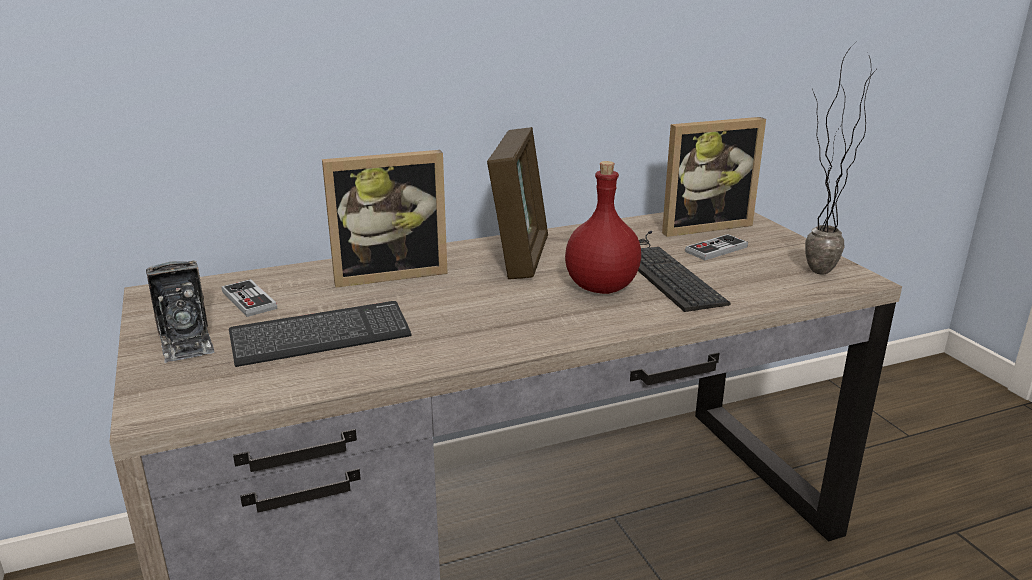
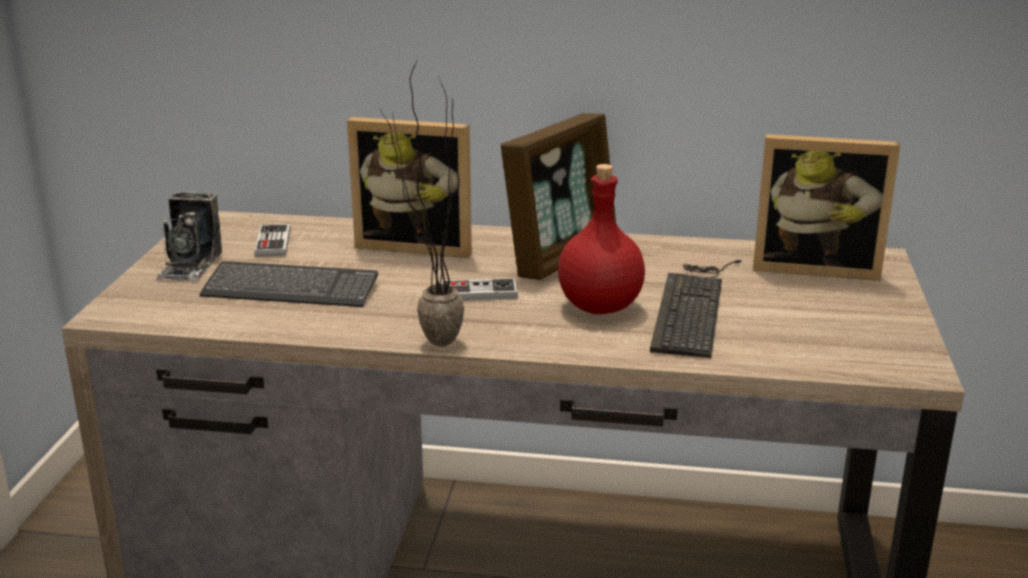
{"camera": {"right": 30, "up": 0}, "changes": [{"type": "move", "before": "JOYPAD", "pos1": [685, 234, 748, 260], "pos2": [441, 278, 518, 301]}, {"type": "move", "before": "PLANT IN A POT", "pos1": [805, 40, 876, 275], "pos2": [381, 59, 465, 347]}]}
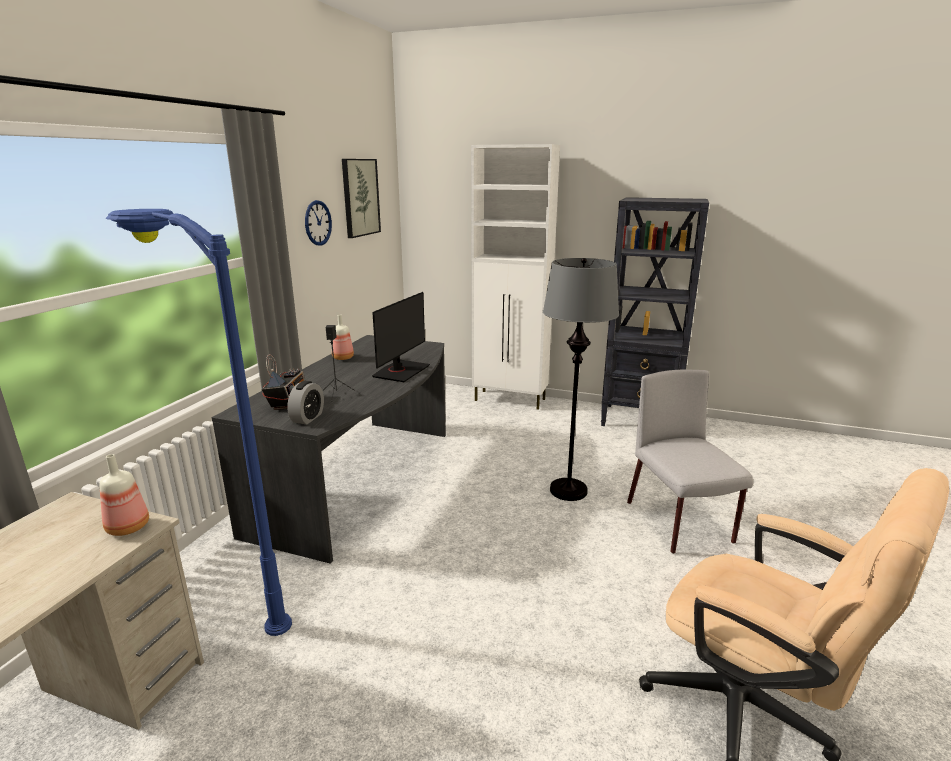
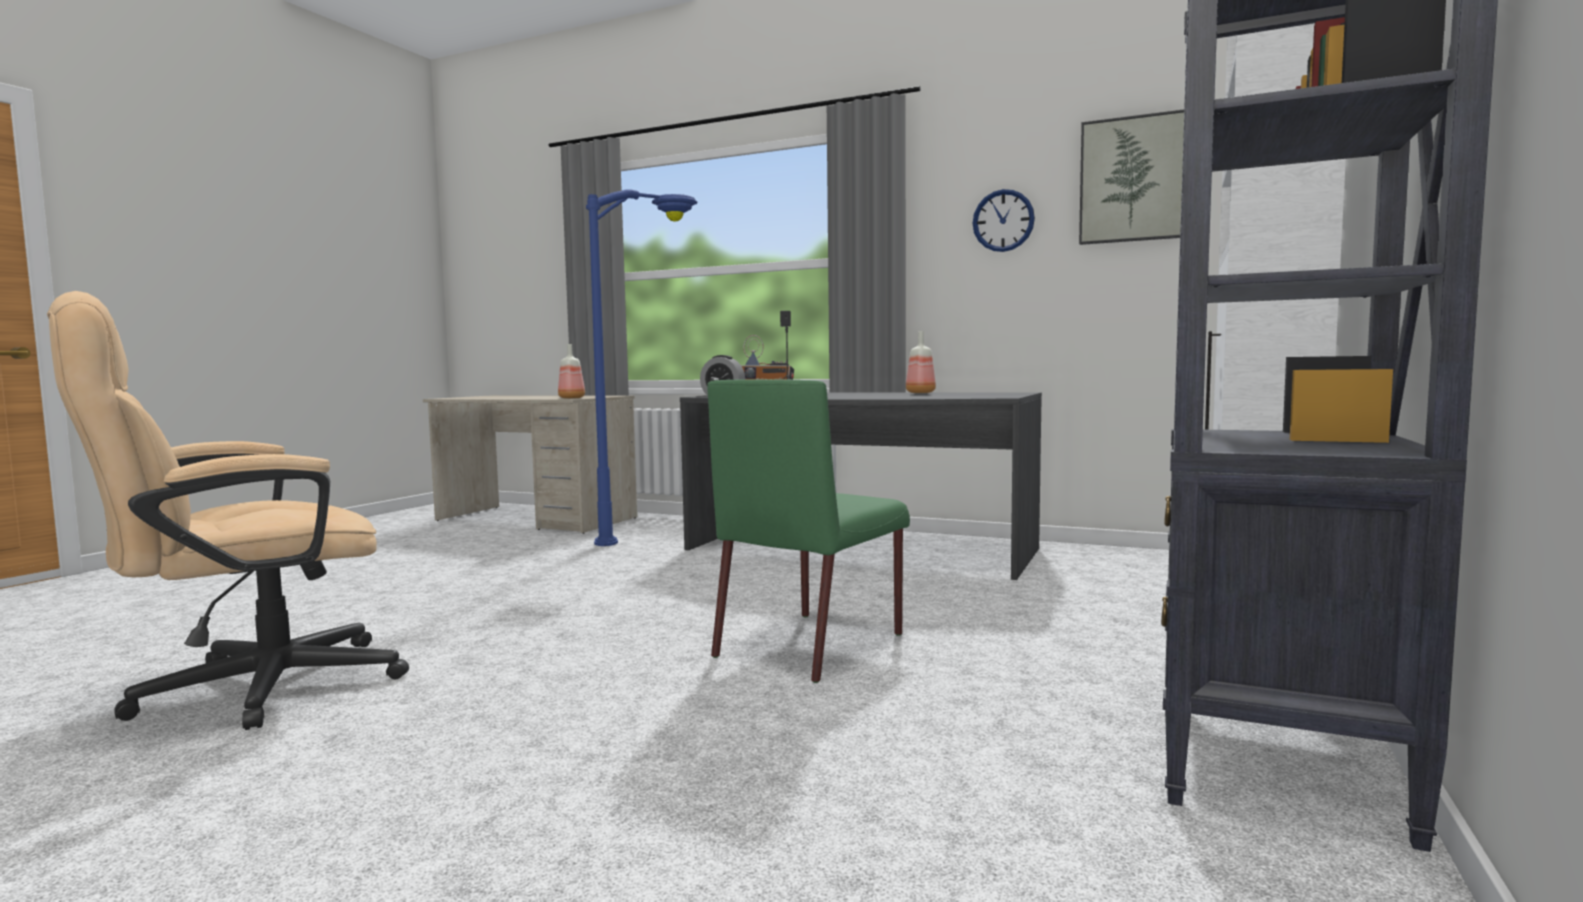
{"camera": {"right": 95, "up": -15}, "changes": [{"type": "delete", "before": "MONITOR", "pos1": [372, 292, 430, 382]}, {"type": "replace", "before": "GRAY STANDARD LAMP", "after": "GREEN UPRIGHT CHAIR", "pos1": [543, 258, 619, 501], "pos2": [707, 379, 910, 683]}, {"type": "delete", "before": "GRAY UPRIGHT CHAIR", "pos1": [627, 370, 753, 554]}]}
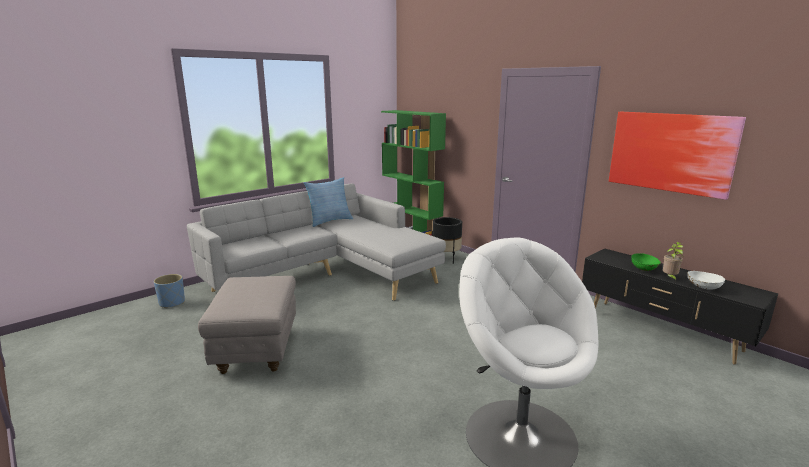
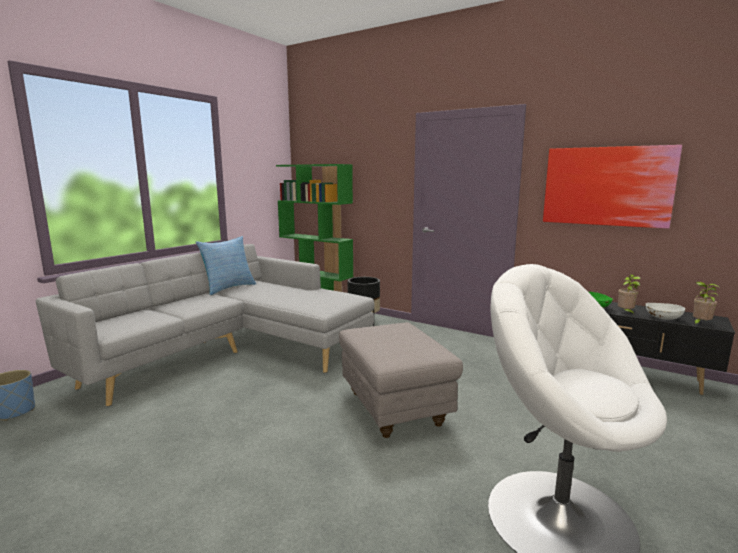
{"camera": {"right": -15, "up": -5}, "changes": [{"type": "move", "before": "GRAY POUFFE", "pos1": [198, 276, 296, 374], "pos2": [339, 322, 463, 438]}, {"type": "insert", "after": "PLANT IN A POT", "pos2": [693, 282, 719, 325]}]}
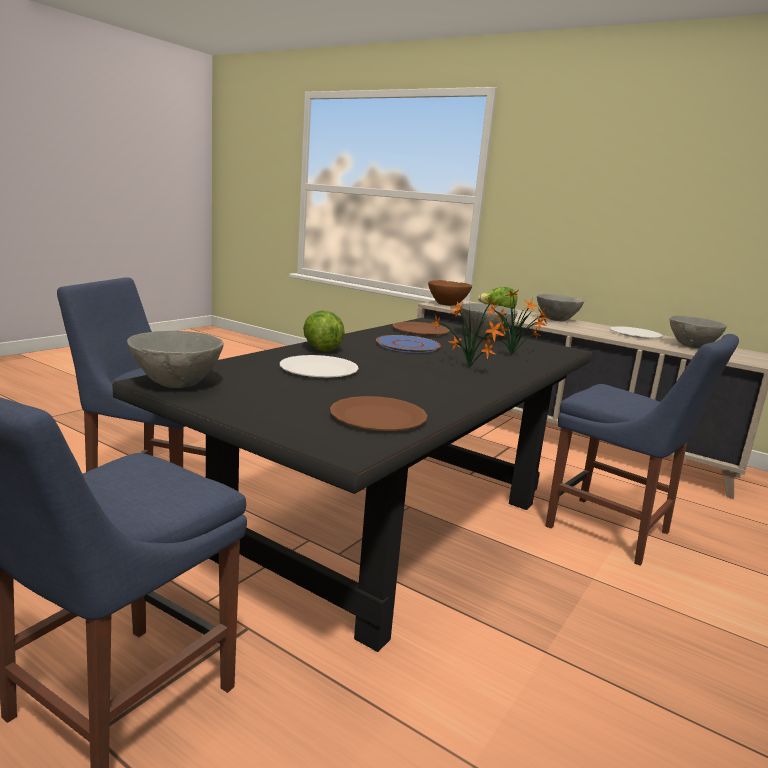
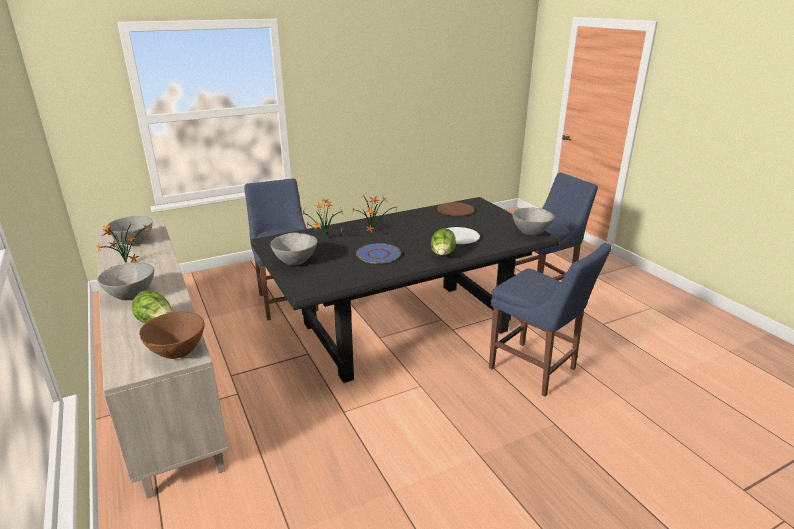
{"camera": {"right": -150, "up": 10}, "changes": [{"type": "delete", "before": "BROWN-COLOURED PLATE", "pos1": [393, 322, 450, 335]}, {"type": "replace", "before": "WHITE PLATE", "after": "PLANT IN A POT", "pos1": [610, 326, 663, 339], "pos2": [96, 222, 148, 263]}]}
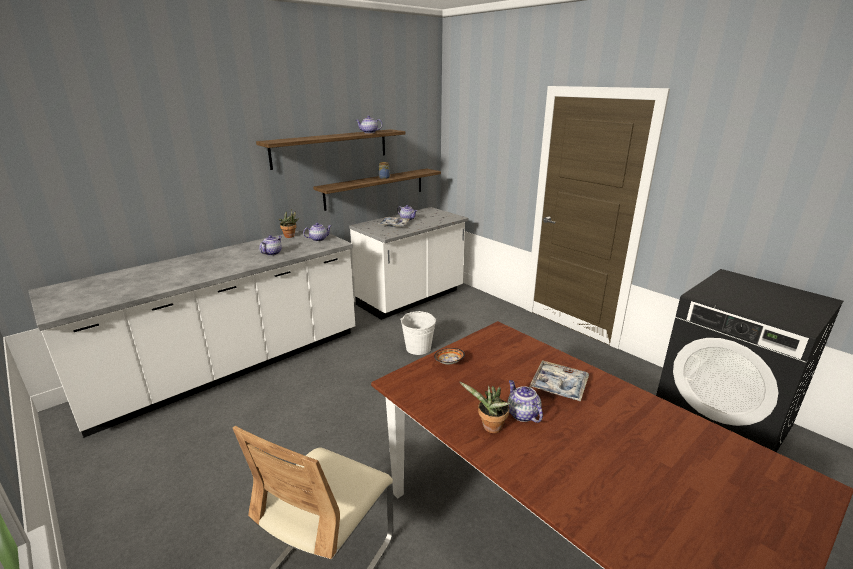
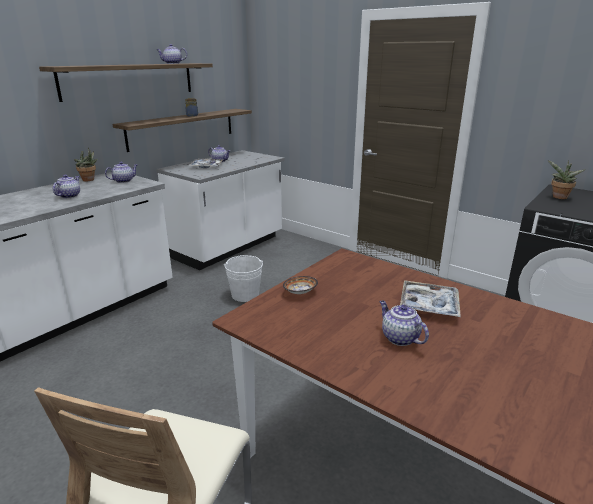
{"camera": {"right": -10, "up": 0}, "changes": [{"type": "move", "before": "PLANT IN A POT", "pos1": [459, 381, 510, 433], "pos2": [548, 160, 586, 199]}]}
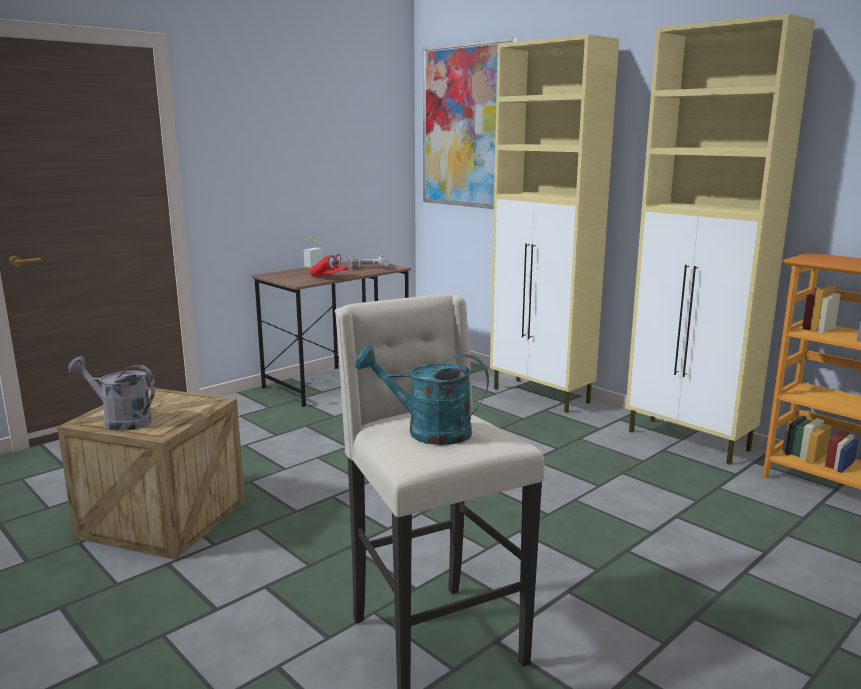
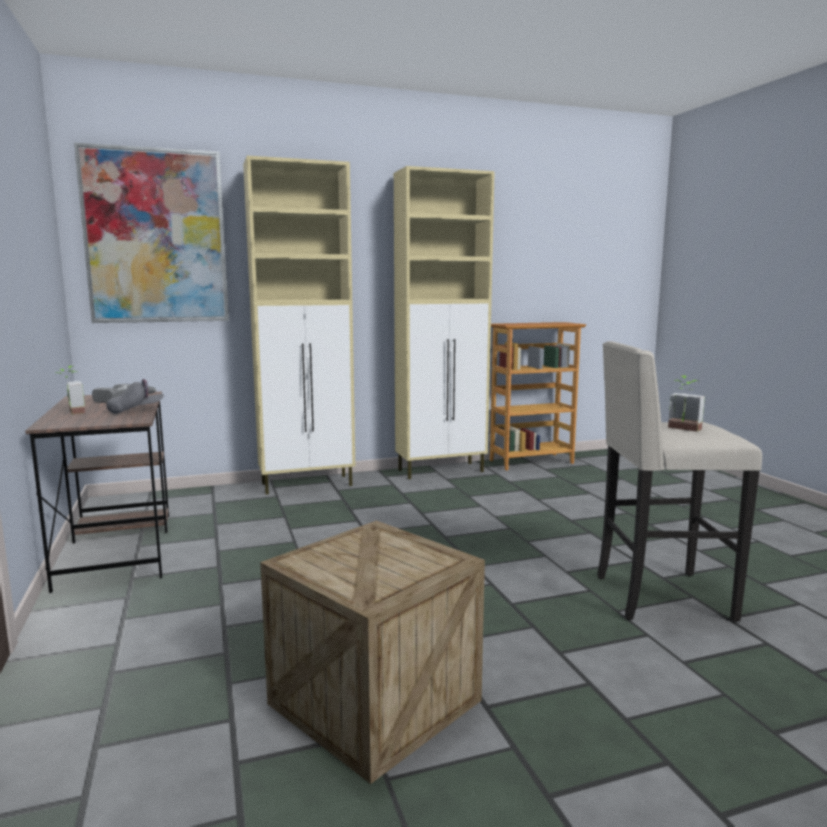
{"camera": {"right": -65, "up": -5}, "changes": [{"type": "delete", "before": "GRAY WATERING POT", "pos1": [68, 356, 156, 431]}, {"type": "recolor", "before": "RED-COLOURED PEAKED CAP", "after": "GRAY PEAKED CAP", "pos1": [310, 254, 348, 277], "pos2": [106, 379, 164, 414]}, {"type": "replace", "before": "BLUE-GREEN WATERING POT", "after": "PLANT IN A POT", "pos1": [355, 346, 489, 445], "pos2": [668, 375, 705, 432]}]}
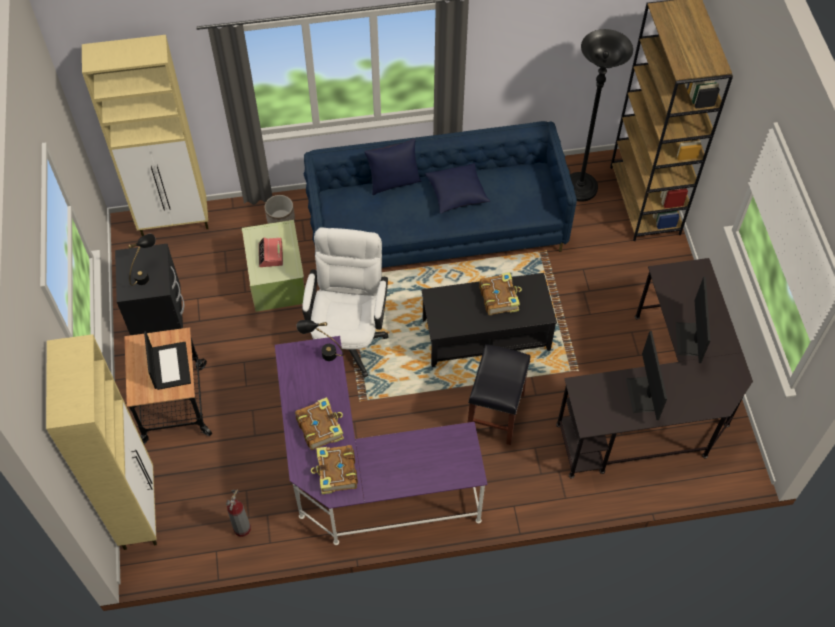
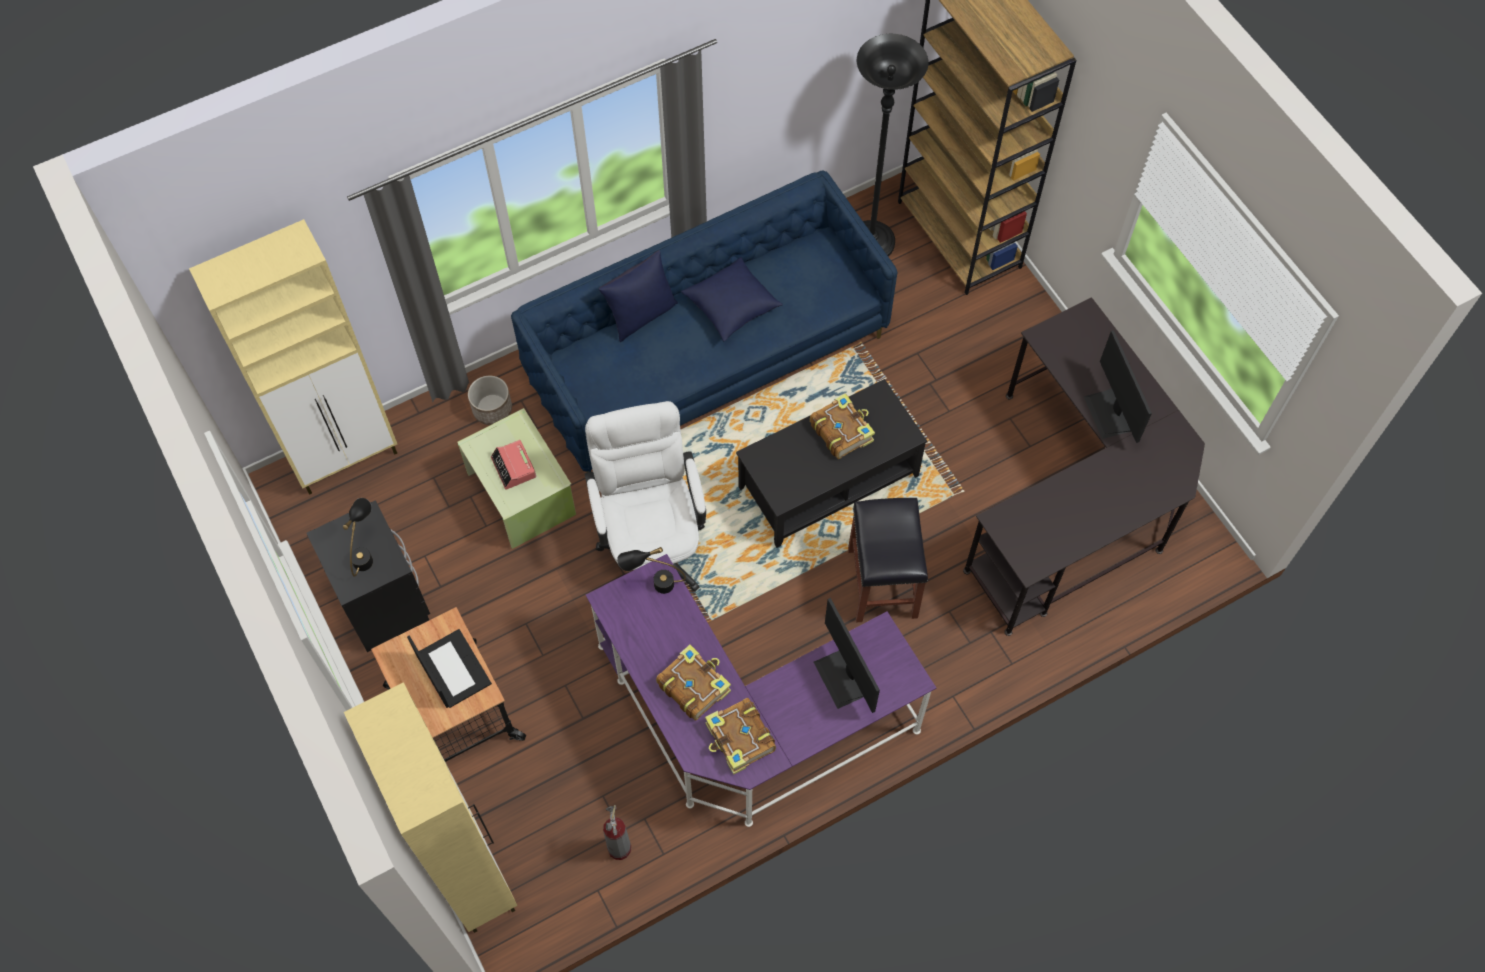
{"camera": {"right": -20, "up": 5}, "changes": [{"type": "move", "before": "MONITOR", "pos1": [626, 331, 667, 420], "pos2": [814, 598, 880, 713]}]}
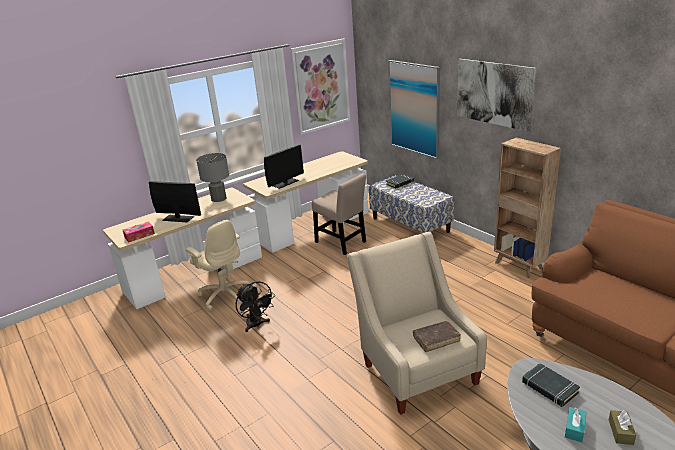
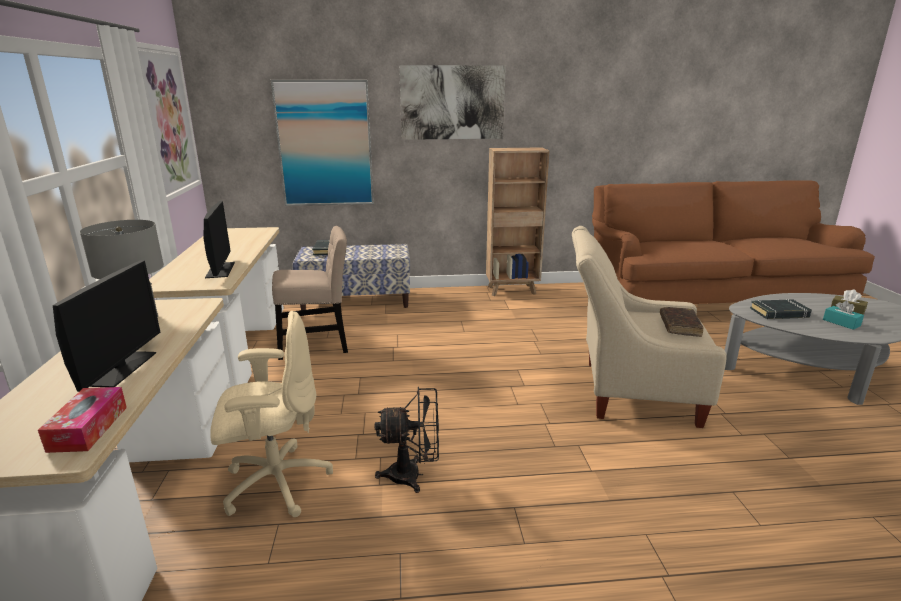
{"camera": {"right": -60, "up": -5}, "changes": [{"type": "rotate", "before": "MONITOR", "pos1": [149, 181, 201, 223], "pos2": [53, 260, 160, 392], "turn": 135}]}
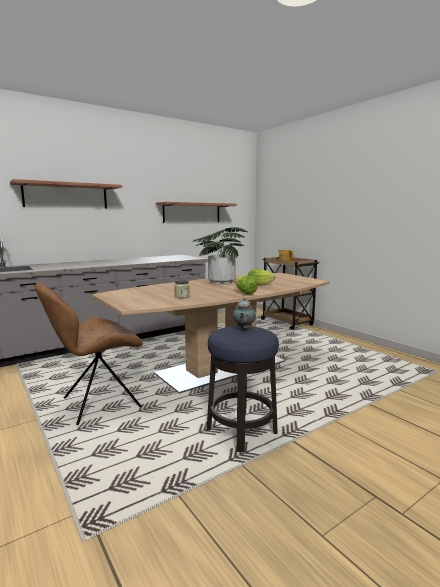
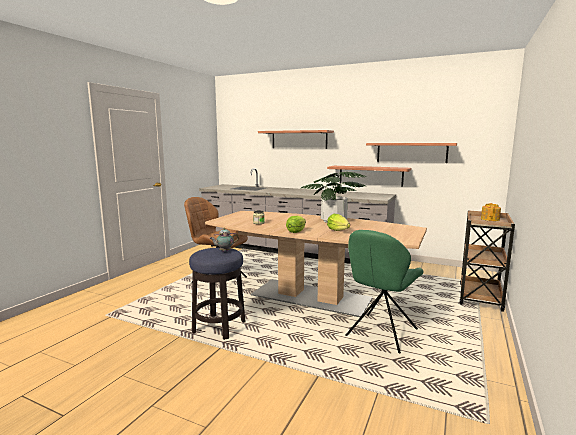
{"camera": {"right": 60, "up": 0}, "changes": [{"type": "insert", "after": "SHELF", "pos2": [327, 166, 412, 186]}, {"type": "insert", "after": "GREEN UPRIGHT CHAIR", "pos2": [345, 230, 423, 353]}]}
